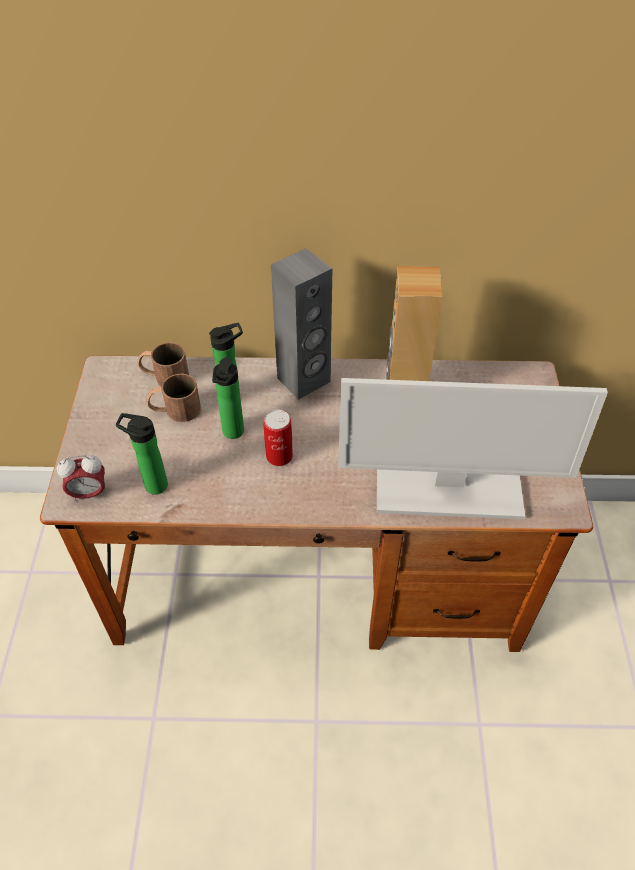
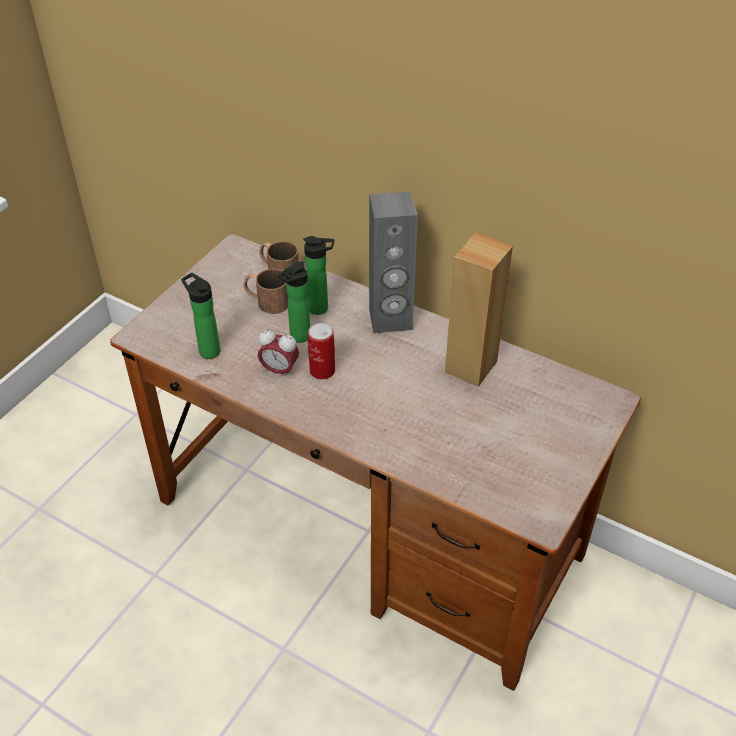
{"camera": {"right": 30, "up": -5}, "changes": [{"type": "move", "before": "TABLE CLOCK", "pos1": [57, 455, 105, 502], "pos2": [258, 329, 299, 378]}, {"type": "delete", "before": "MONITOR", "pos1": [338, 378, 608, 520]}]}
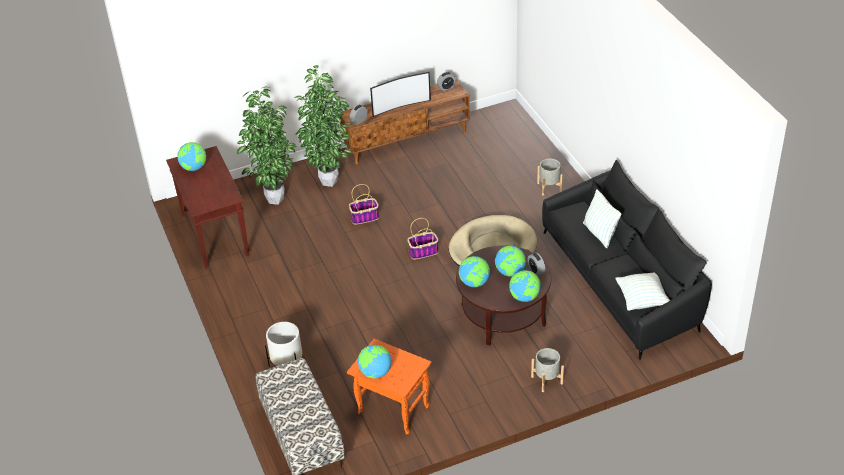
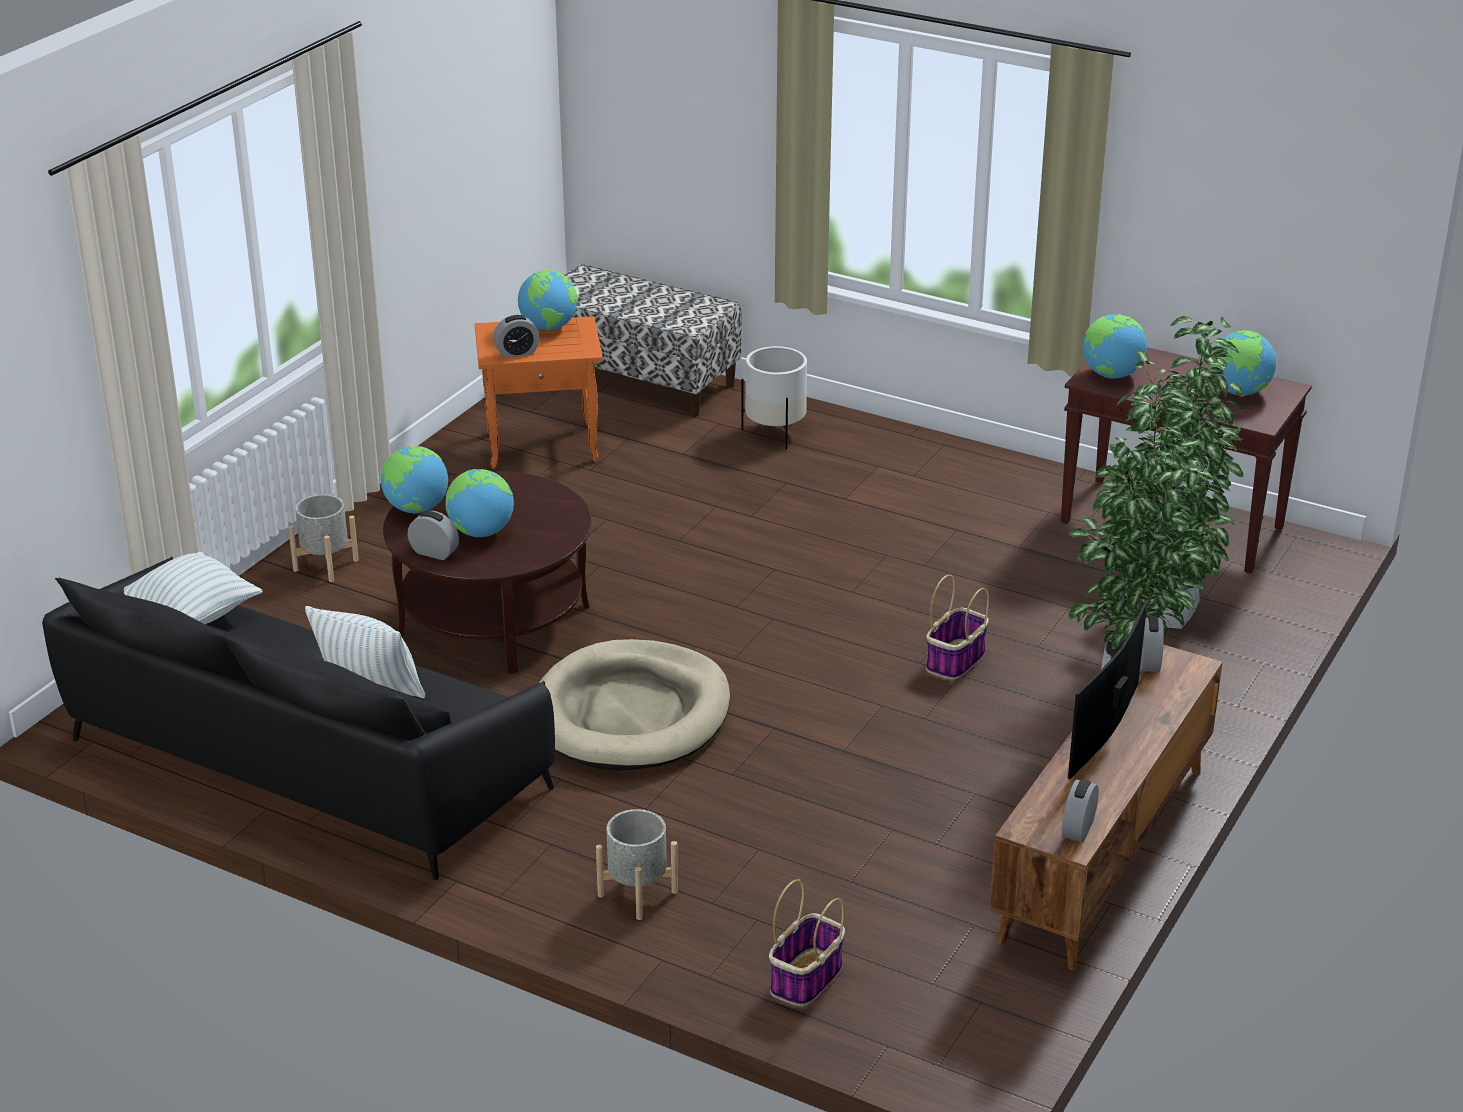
{"camera": {"right": 140, "up": -10}, "changes": [{"type": "move", "before": "BASKET", "pos1": [407, 218, 439, 260], "pos2": [769, 879, 845, 1006]}, {"type": "move", "before": "WORLD GLOBE", "pos1": [459, 256, 490, 287], "pos2": [1083, 314, 1147, 379]}, {"type": "insert", "after": "TABLE CLOCK", "pos2": [493, 315, 540, 358]}]}
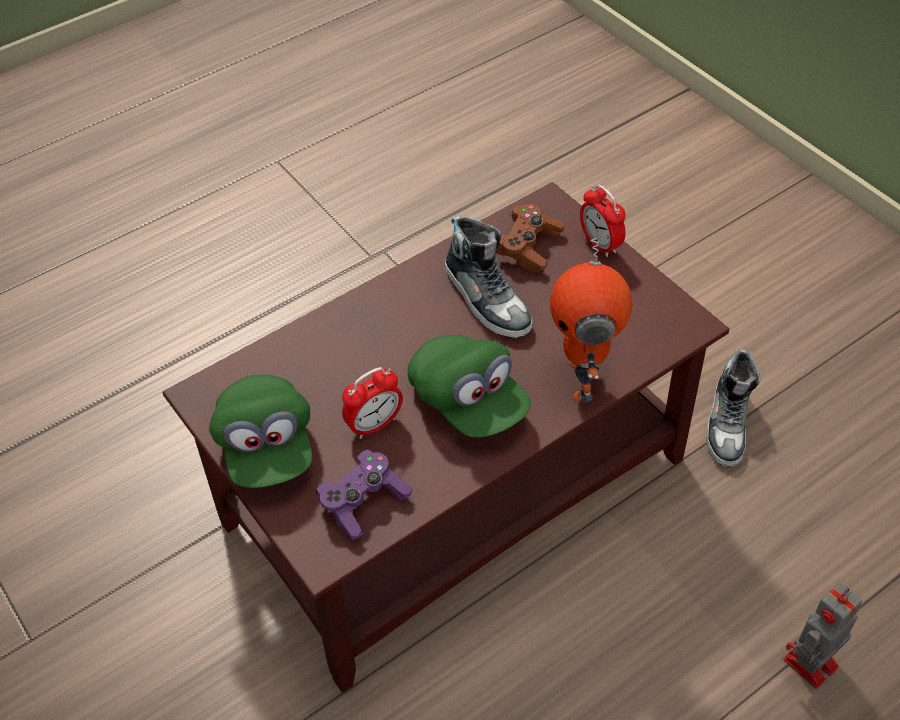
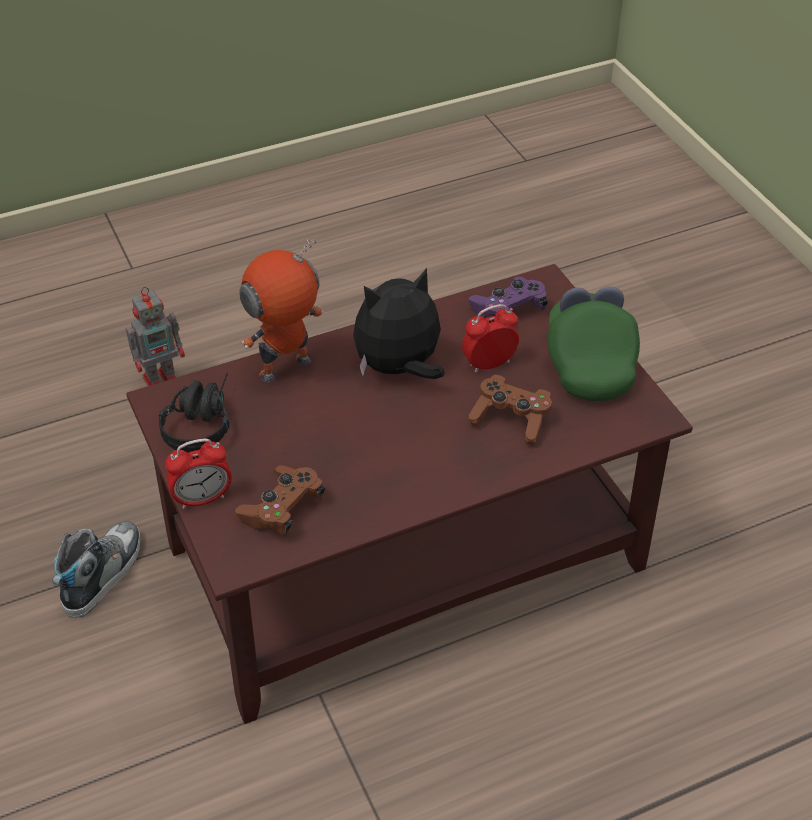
{"camera": {"right": -170, "up": -5}, "changes": [{"type": "replace", "before": "GREEN PEAKED CAP", "after": "CUDDLY TOY", "pos1": [408, 335, 531, 438], "pos2": [353, 268, 445, 379]}, {"type": "delete", "before": "LOW SHOE", "pos1": [445, 216, 532, 338]}, {"type": "rotate", "before": "MODEL ROBOT", "pos1": [550, 235, 632, 402], "pos2": [239, 239, 324, 383], "turn": -135}, {"type": "rotate", "before": "TABLE CLOCK", "pos1": [580, 185, 626, 257], "pos2": [165, 439, 232, 509], "turn": 90}, {"type": "insert", "after": "BLACK PAIR OF HEADPHONES", "pos2": [159, 373, 229, 453]}, {"type": "insert", "after": "BROWN-COLOURED JOYPAD", "pos2": [467, 375, 552, 445]}]}
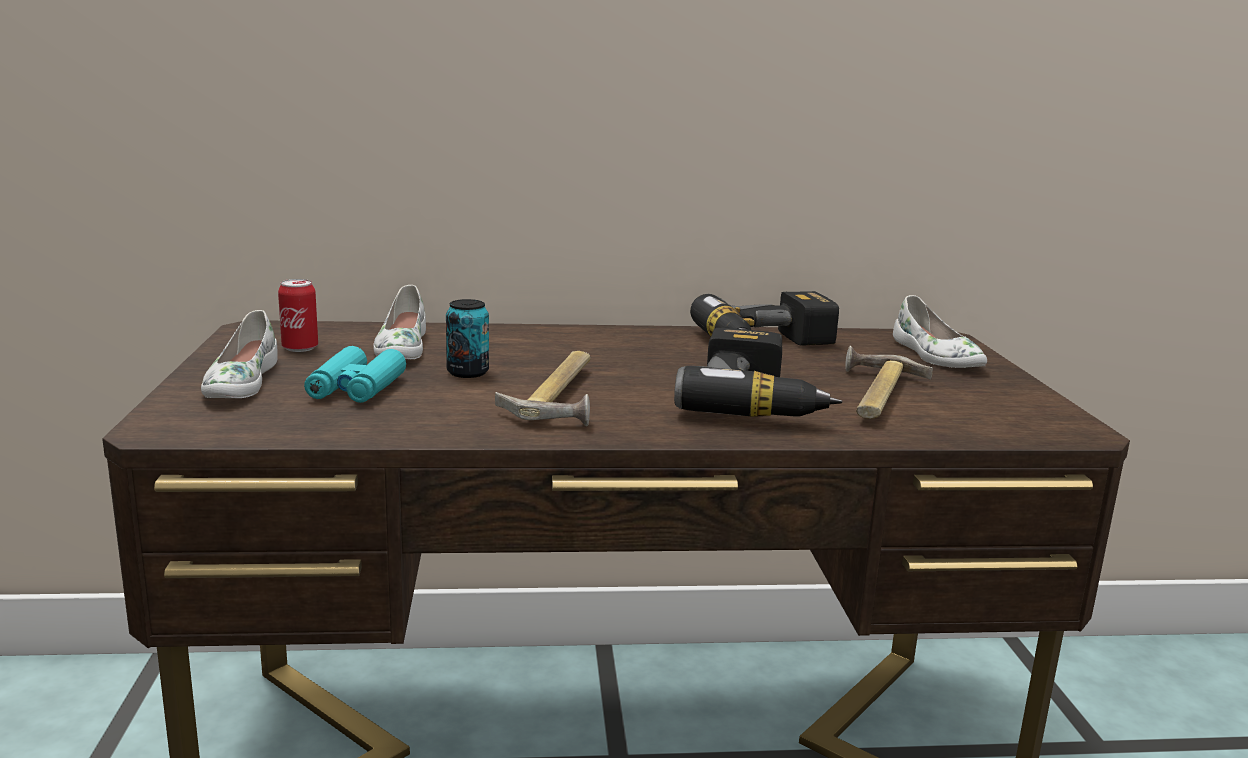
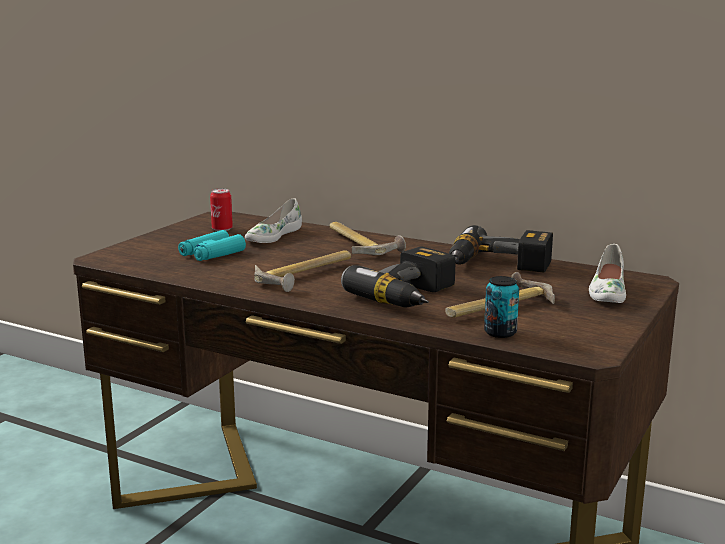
{"camera": {"right": 35, "up": 0}, "changes": [{"type": "delete", "before": "WHITE LOW SHOE", "pos1": [201, 310, 278, 398]}, {"type": "move", "before": "METAL CAN", "pos1": [446, 299, 489, 378], "pos2": [484, 276, 519, 338]}, {"type": "insert", "after": "TOOL HAMMER", "pos2": [329, 222, 406, 255]}]}
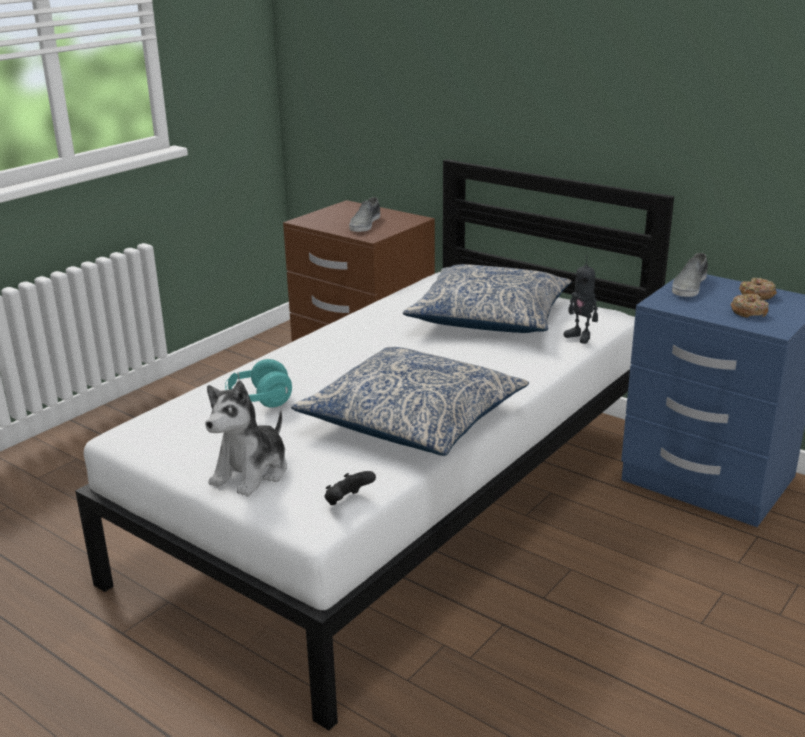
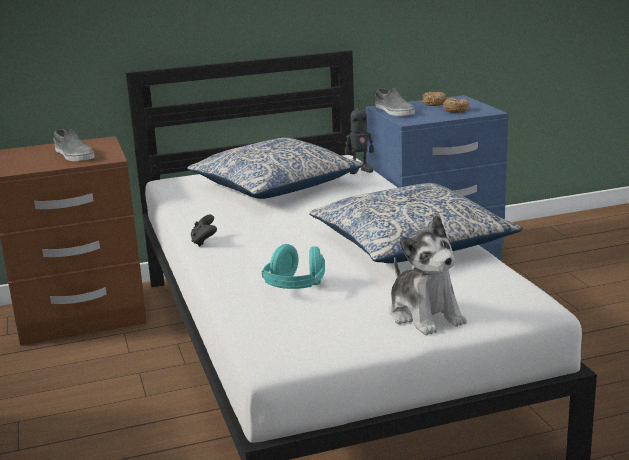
{"camera": {"right": -55, "up": -5}, "changes": [{"type": "move", "before": "BLACK JOYPAD", "pos1": [324, 471, 376, 505], "pos2": [191, 215, 217, 247]}]}
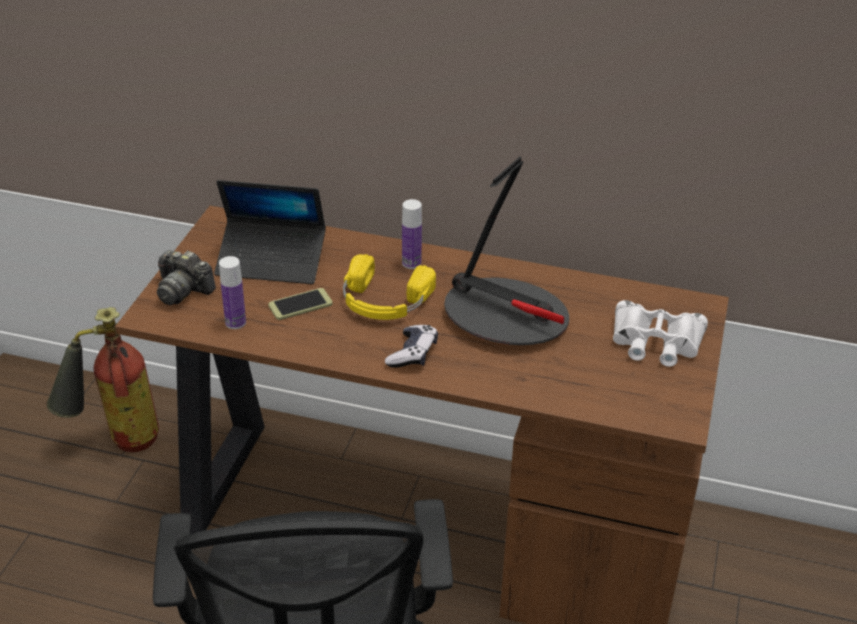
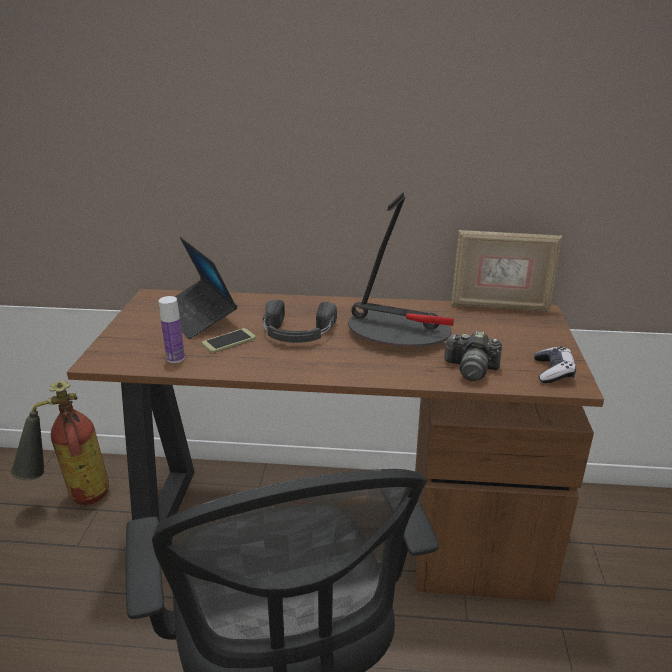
{"camera": {"right": -10, "up": -10}, "changes": [{"type": "move", "before": "PHOTO CAMERA", "pos1": [157, 250, 216, 305], "pos2": [444, 331, 502, 381]}, {"type": "rotate", "before": "NOTEBOOK COMPUTER", "pos1": [214, 180, 326, 284], "pos2": [175, 237, 237, 339], "turn": 60}, {"type": "recolor", "before": "YELLOW PAIR OF HEADPHONES", "after": "BLACK PAIR OF HEADPHONES", "pos1": [343, 254, 436, 320], "pos2": [263, 300, 337, 343]}, {"type": "move", "before": "JOYPAD", "pos1": [385, 325, 438, 368], "pos2": [534, 346, 576, 383]}, {"type": "delete", "before": "BEVERAGE BOTTLE", "pos1": [402, 199, 422, 269]}, {"type": "delete", "before": "WHITE PAIR OF BINOCULARS", "pos1": [613, 300, 708, 367]}, {"type": "insert", "after": "PHOTO FRAME", "pos2": [451, 230, 562, 312]}]}
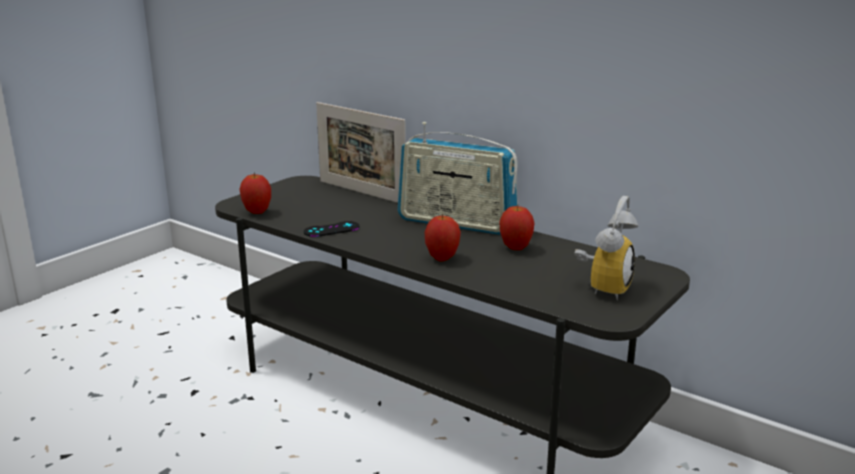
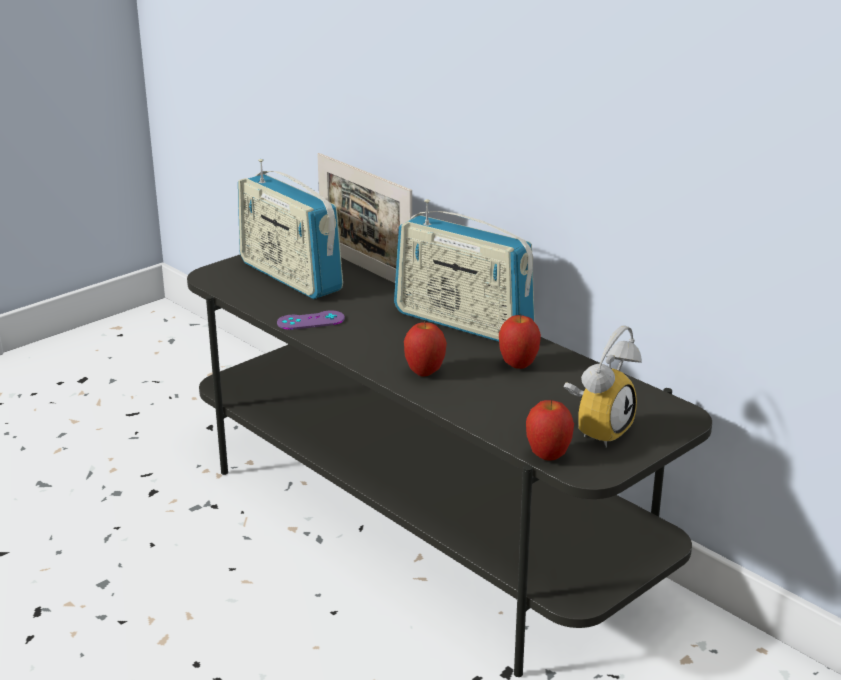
{"camera": {"right": 10, "up": 5}, "changes": [{"type": "move", "before": "APPLE FRUIT", "pos1": [239, 172, 271, 214], "pos2": [526, 400, 574, 460]}, {"type": "recolor", "before": "BLACK JOYPAD", "after": "PURPLISH JOYPAD", "pos1": [304, 221, 359, 237], "pos2": [277, 311, 345, 330]}, {"type": "insert", "after": "RADIO RECEIVER", "pos2": [238, 159, 343, 299]}]}
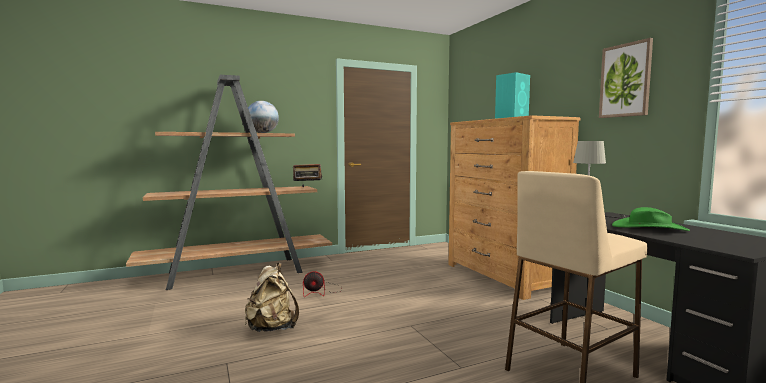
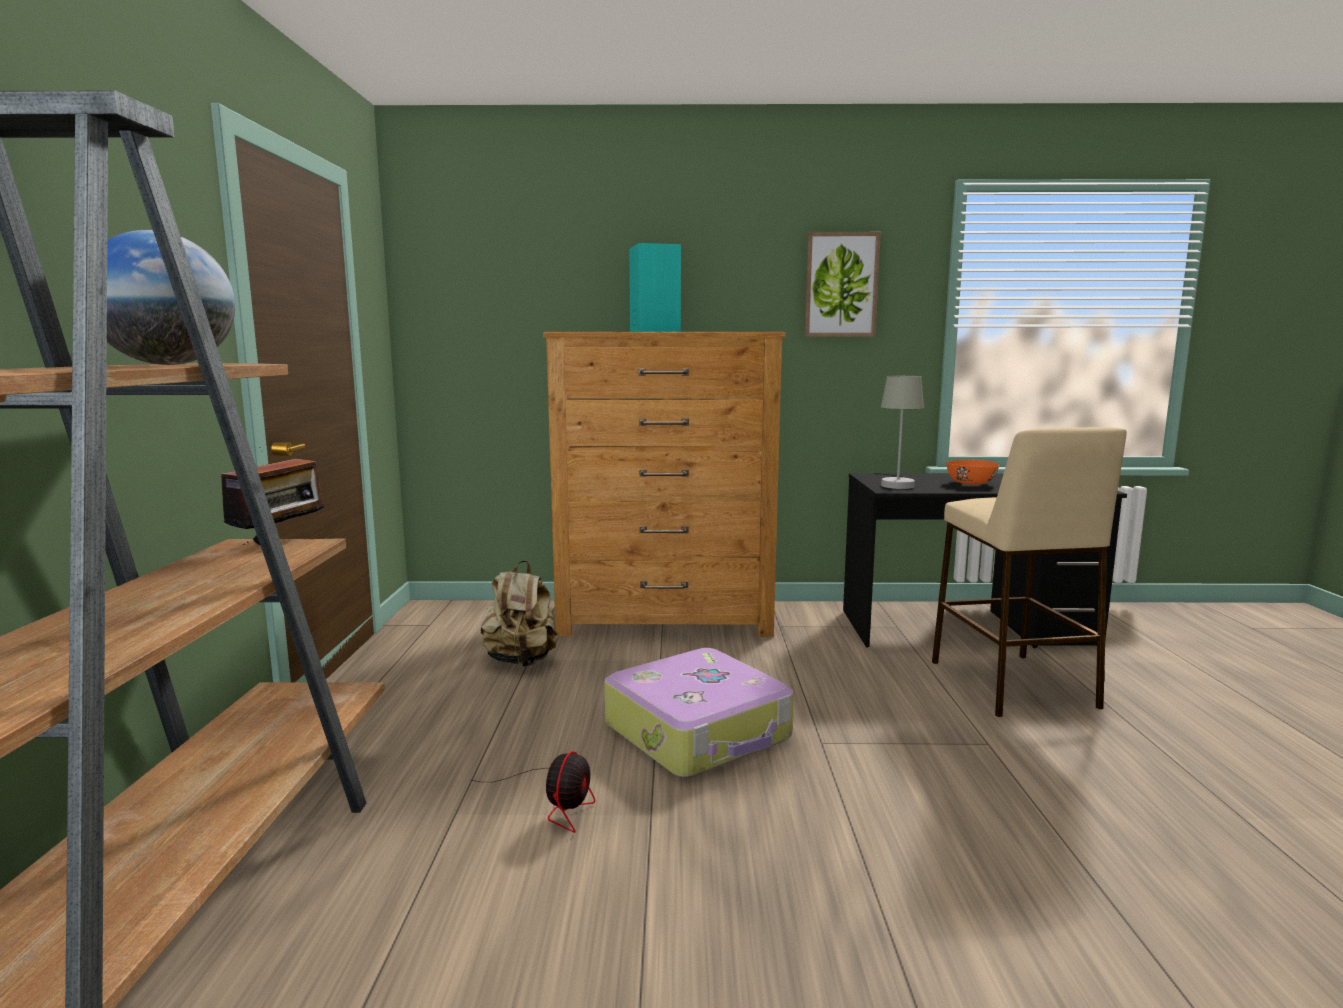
{"camera": {"right": -65, "up": 5}, "changes": [{"type": "move", "before": "BEIGE-COLOURED KNAPSACK", "pos1": [245, 263, 299, 332], "pos2": [481, 560, 558, 667]}, {"type": "replace", "before": "GREEN HAT", "after": "ORANGEY SERVING BOWL", "pos1": [612, 207, 690, 231], "pos2": [946, 460, 999, 485]}, {"type": "insert", "after": "TRAVEL CASE", "pos2": [605, 648, 794, 778]}]}
